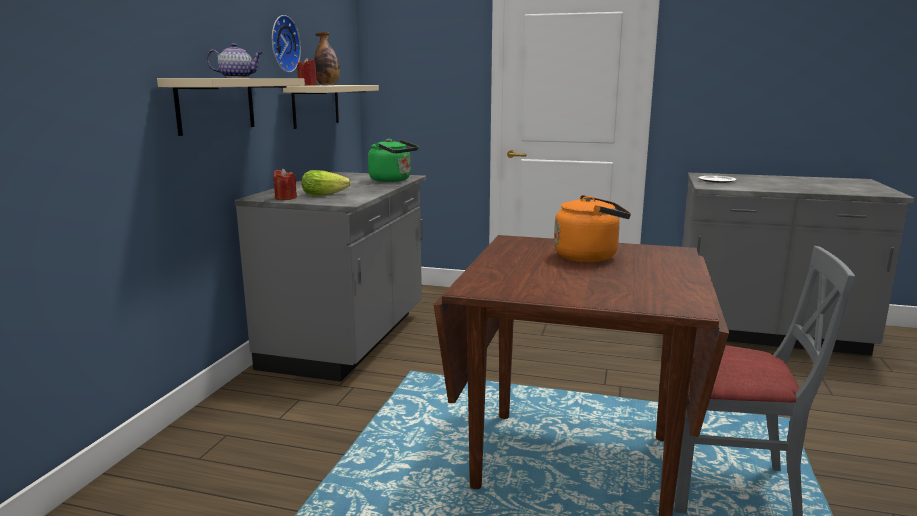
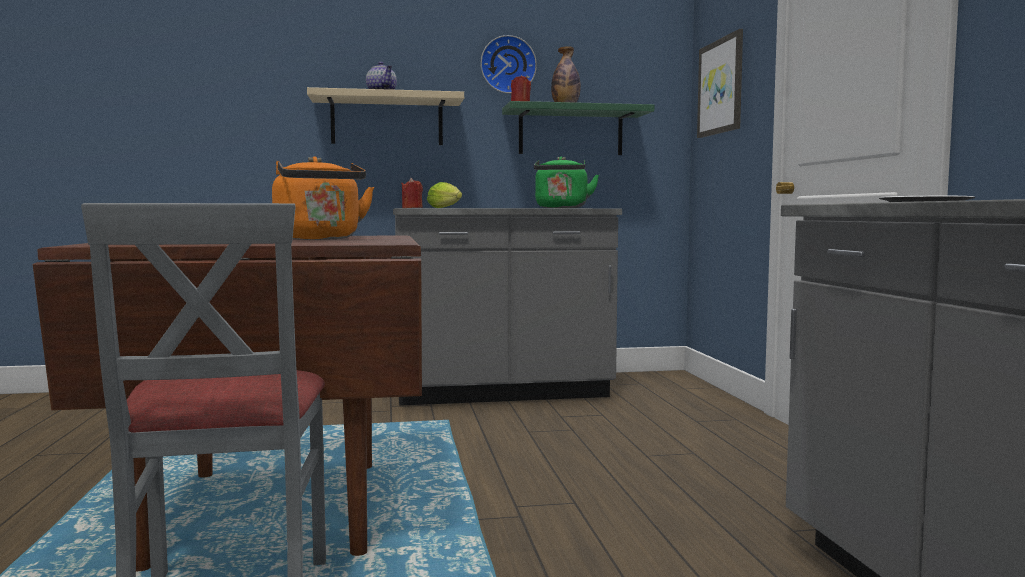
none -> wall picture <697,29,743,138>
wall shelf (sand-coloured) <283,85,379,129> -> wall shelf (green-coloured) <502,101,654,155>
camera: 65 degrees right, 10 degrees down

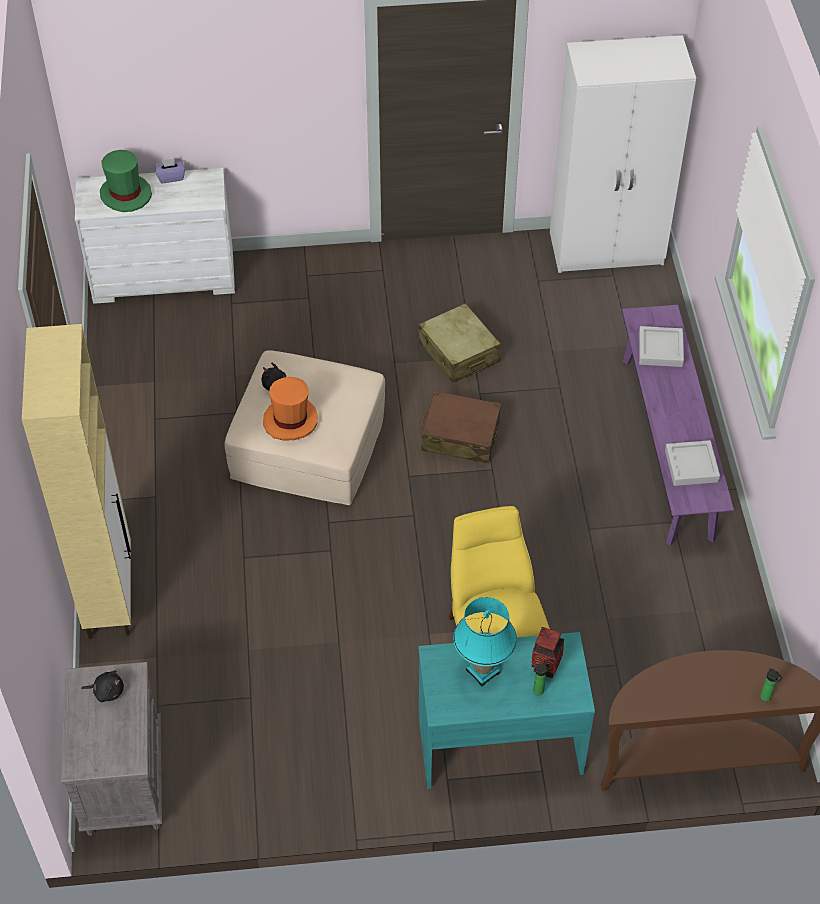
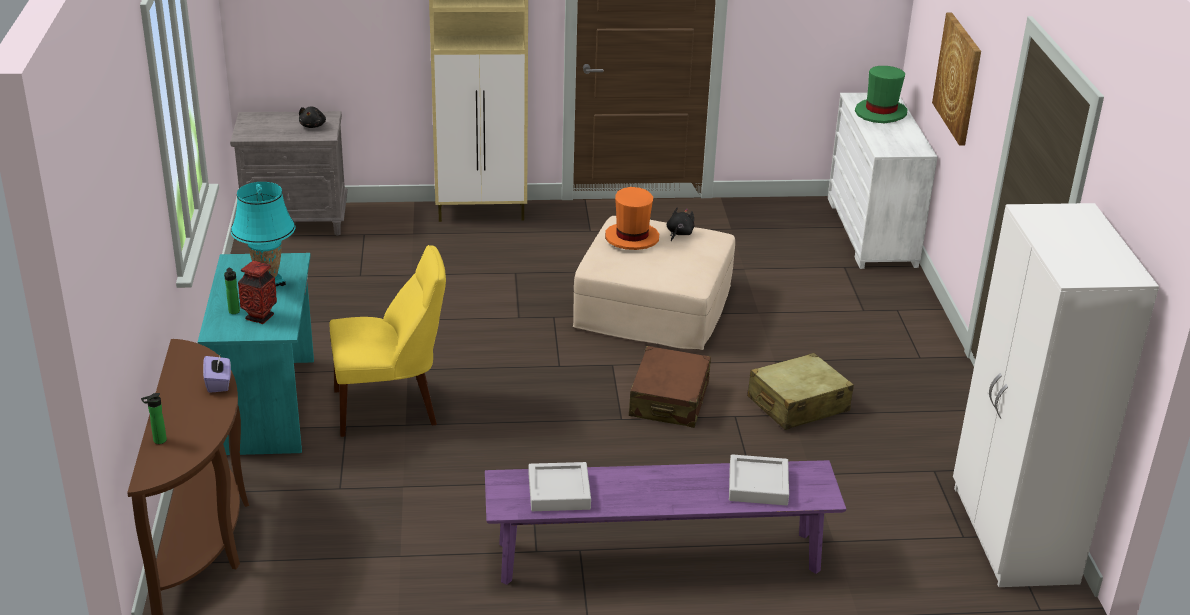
none -> wall picture <932,12,981,146>
tissue box (purple-coloured) <155,158,185,183> -> tissue box (purple-coloured) <203,353,231,393>, moved
camera: 90 degrees right, 20 degrees down

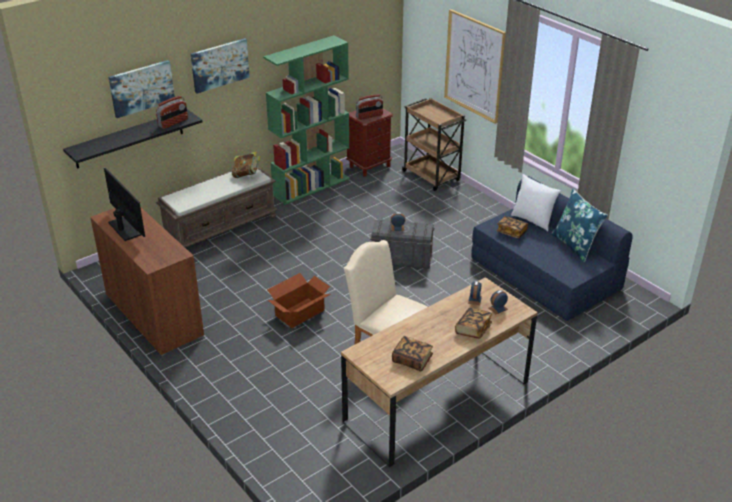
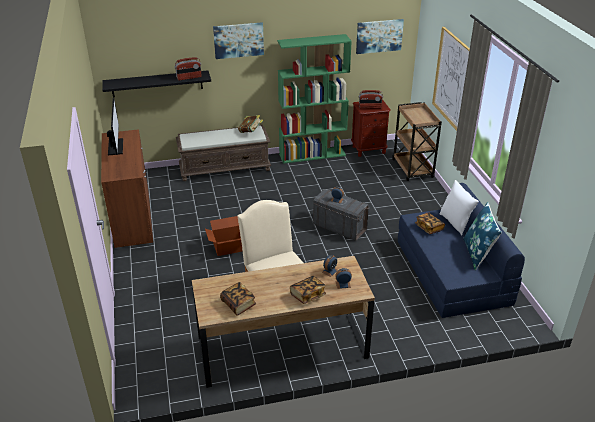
wall picture <109,60,175,118> -> wall picture <356,19,404,54>, moved
camera: 25 degrees right, 0 degrees up

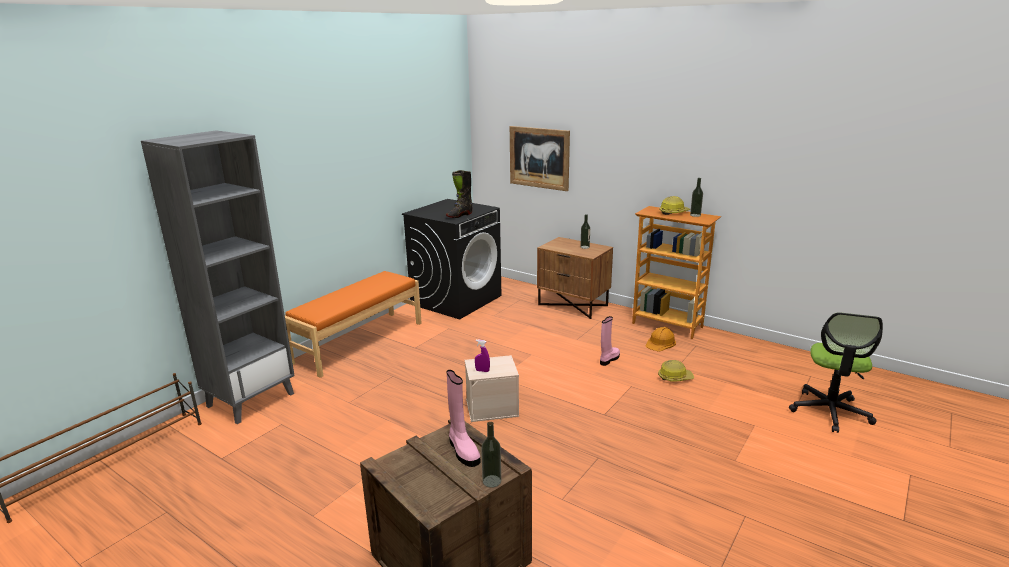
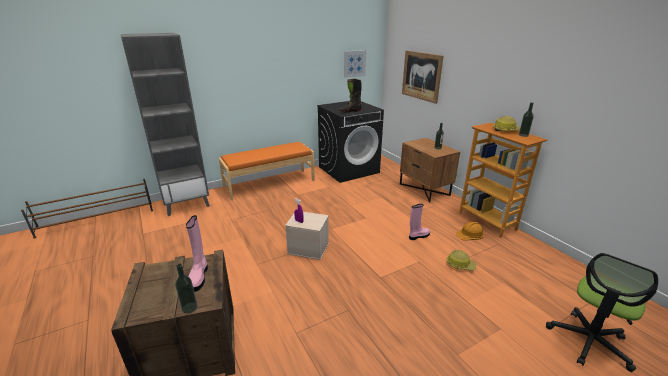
none -> wall picture <344,50,366,78>
camera: 25 degrees right, 5 degrees up

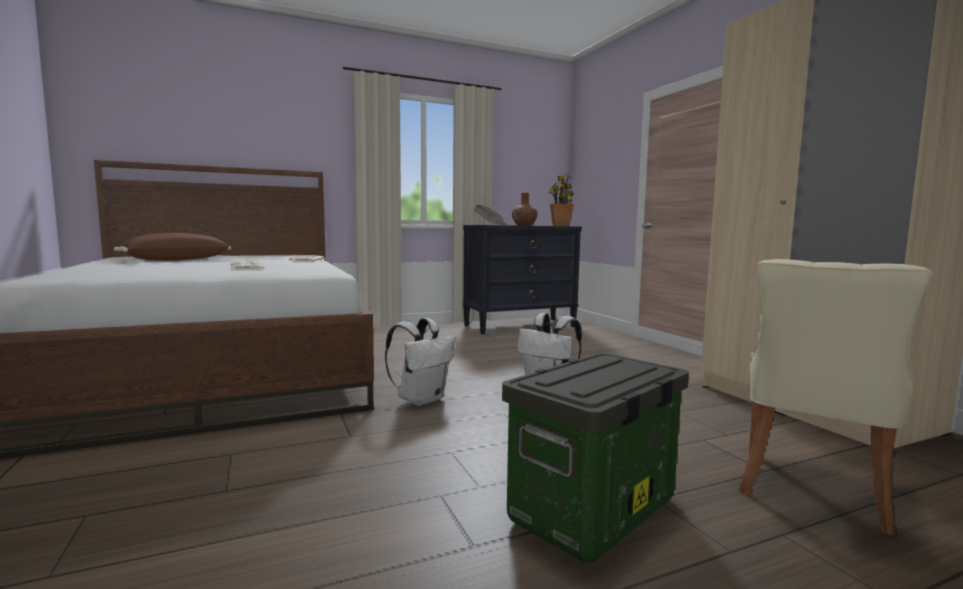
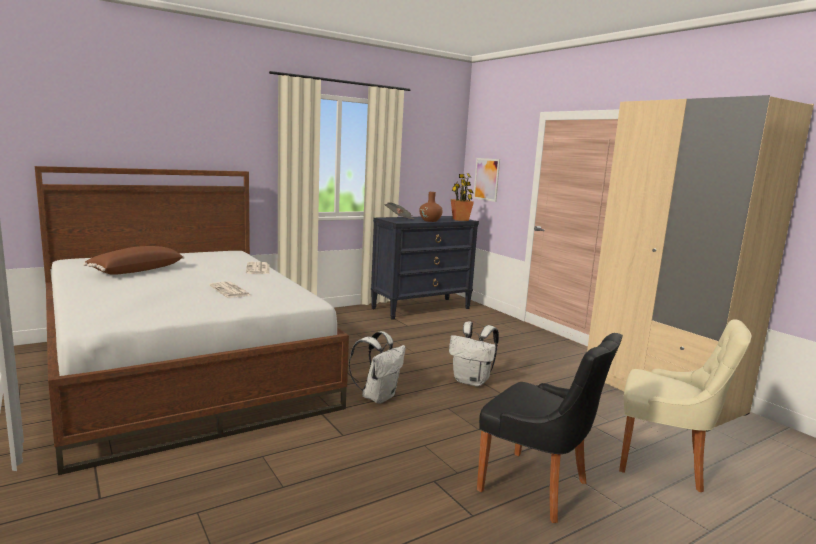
none -> wall picture <473,158,500,202>
storage box <502,353,689,563> -> upright chair (blackish) <477,333,623,523>
upright chair (sand-coloured) <739,259,931,535> -> upright chair (sand-coloured) <619,319,752,492>, 90 degrees counterclockwise
camera: 10 degrees left, 5 degrees up

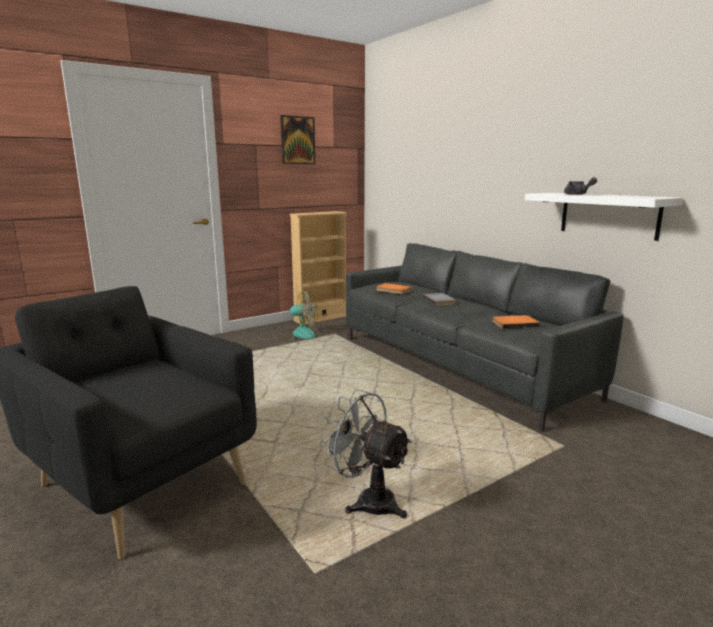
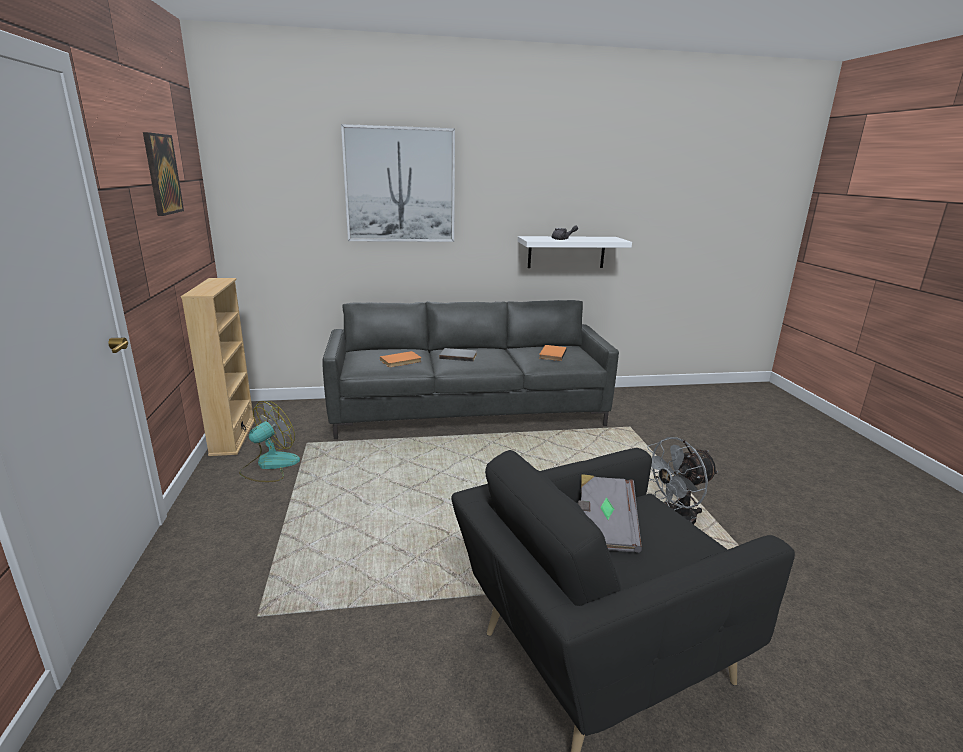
none -> wall picture <341,124,455,242>
none -> volume (greyish) <578,474,642,553>
camera: 65 degrees left, 5 degrees up

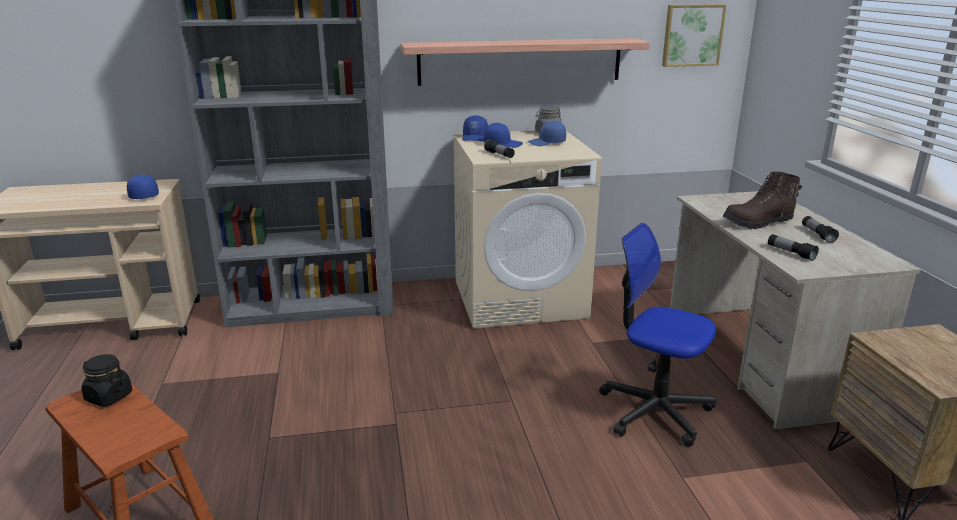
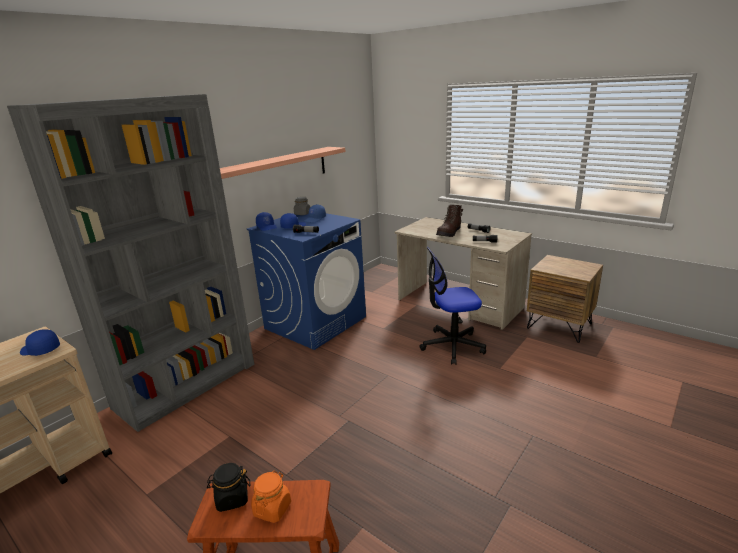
wall picture <662,4,726,67> -> none
none -> jar (orange-coloured) <251,471,291,523>
laundry appliance (sand-coloured) <453,130,602,329> -> laundry appliance (blue) <247,213,366,350>
camera: 40 degrees left, 0 degrees up

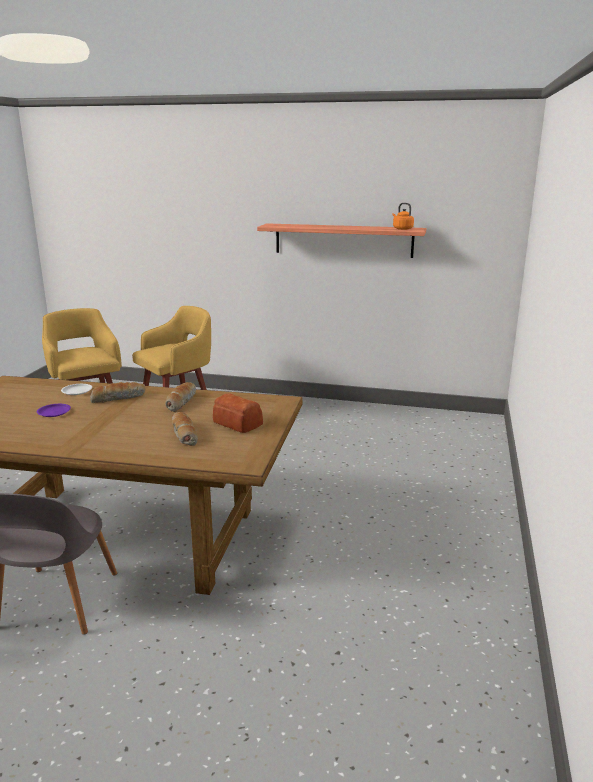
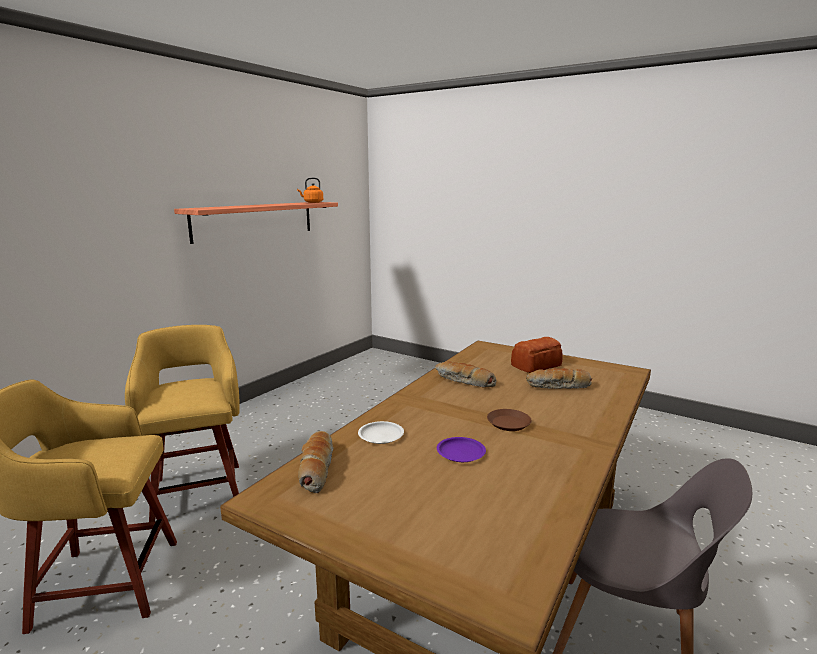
none -> plate (brownish) <487,409,532,431>
bakery bread <90,382,145,403> -> bakery bread <298,431,334,493>, moved
camera: 70 degrees left, 5 degrees down

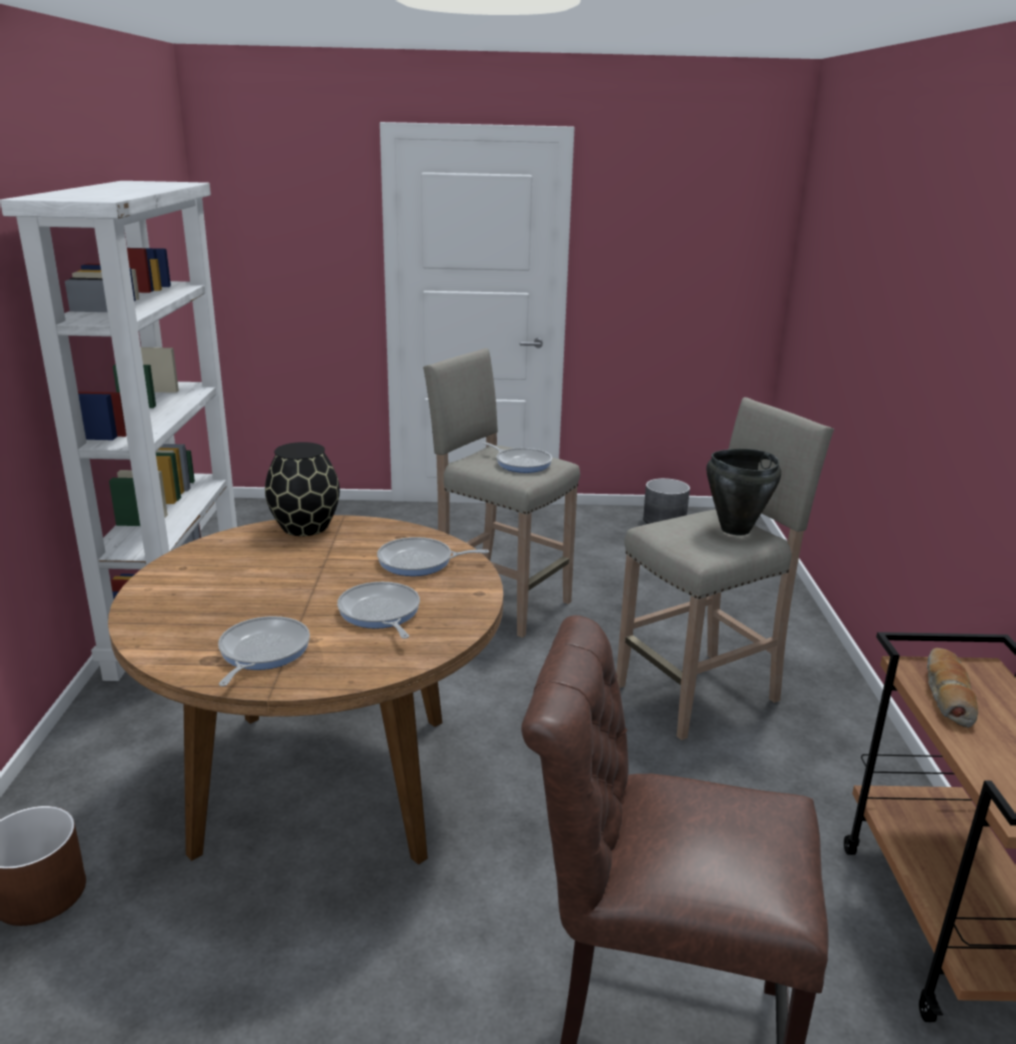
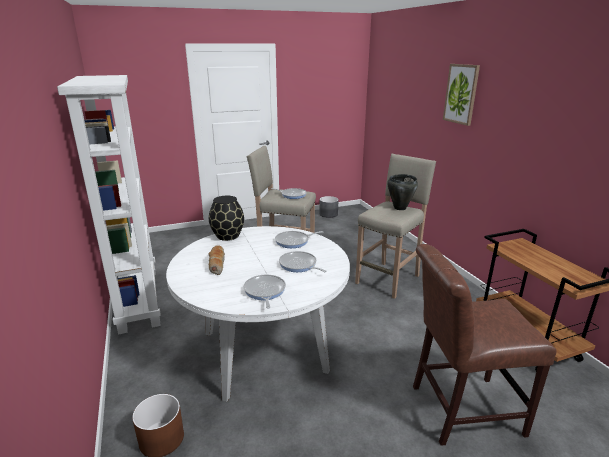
none -> wall picture <443,64,480,126>
bakery bread <927,648,978,728> -> bakery bread <209,245,225,275>, moved
kitchen table (brownish) <108,515,503,865> -> kitchen table (white) <166,226,350,402>
camera: 20 degrees left, 0 degrees up

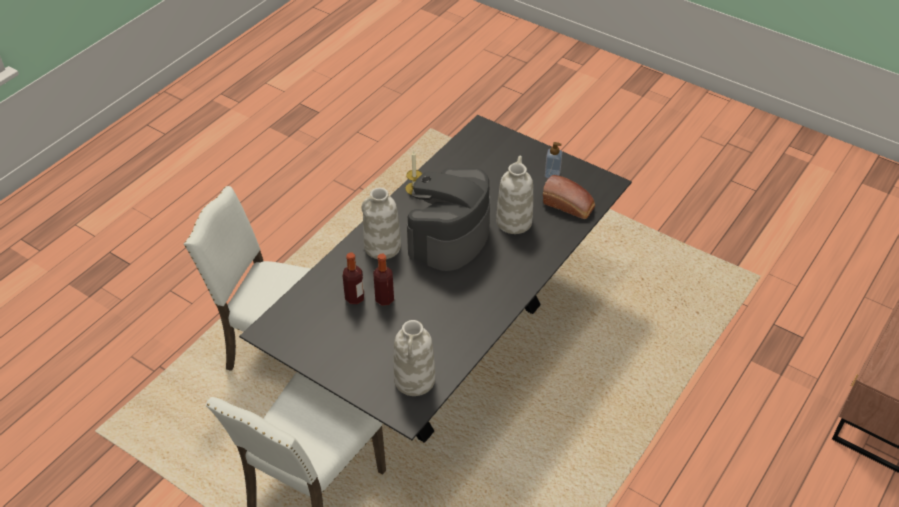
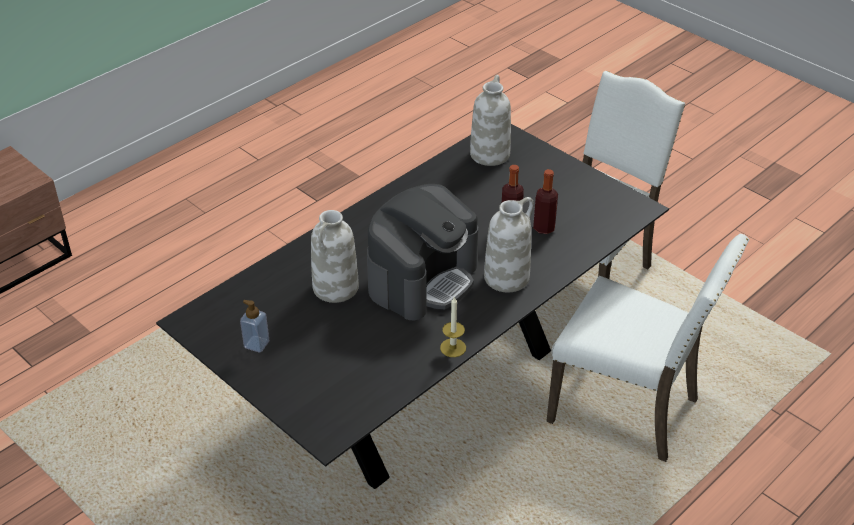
bakery bread <543,175,595,219> -> none
camera: 170 degrees left, 5 degrees down

